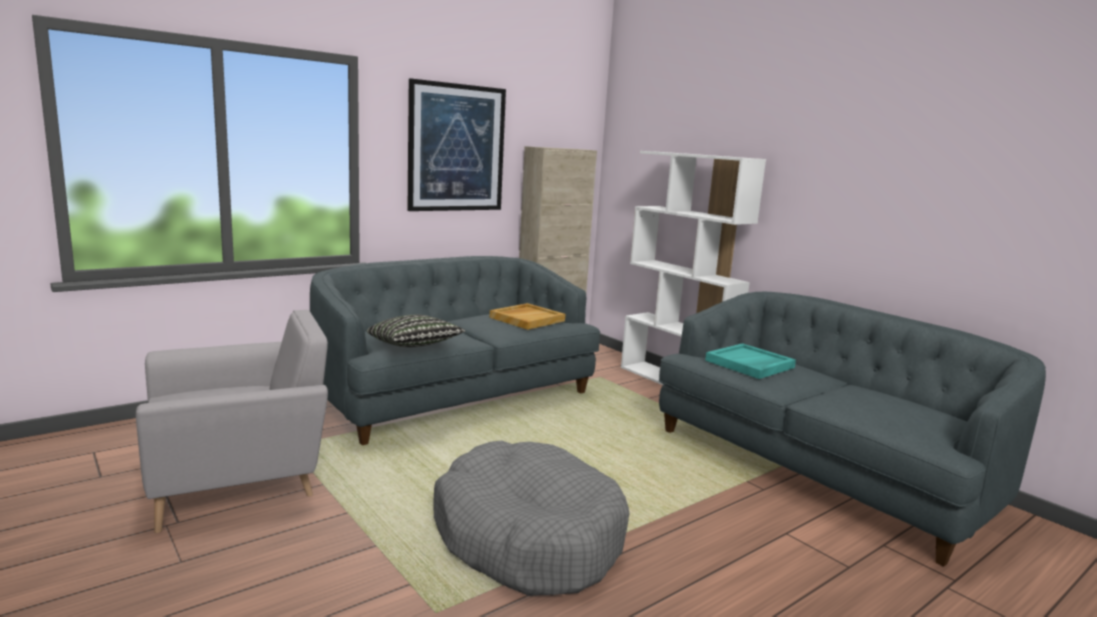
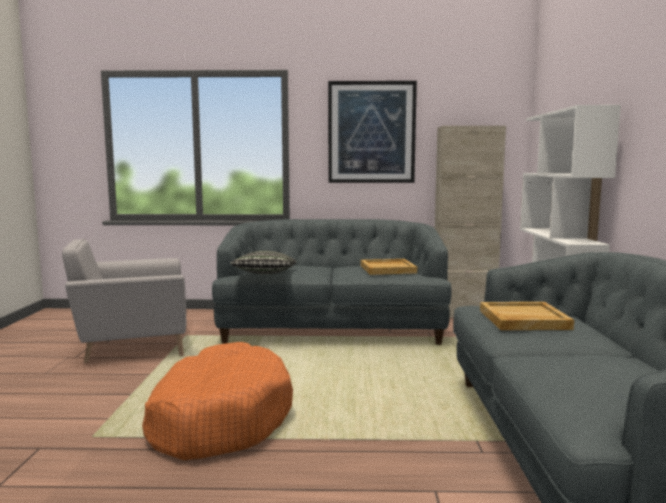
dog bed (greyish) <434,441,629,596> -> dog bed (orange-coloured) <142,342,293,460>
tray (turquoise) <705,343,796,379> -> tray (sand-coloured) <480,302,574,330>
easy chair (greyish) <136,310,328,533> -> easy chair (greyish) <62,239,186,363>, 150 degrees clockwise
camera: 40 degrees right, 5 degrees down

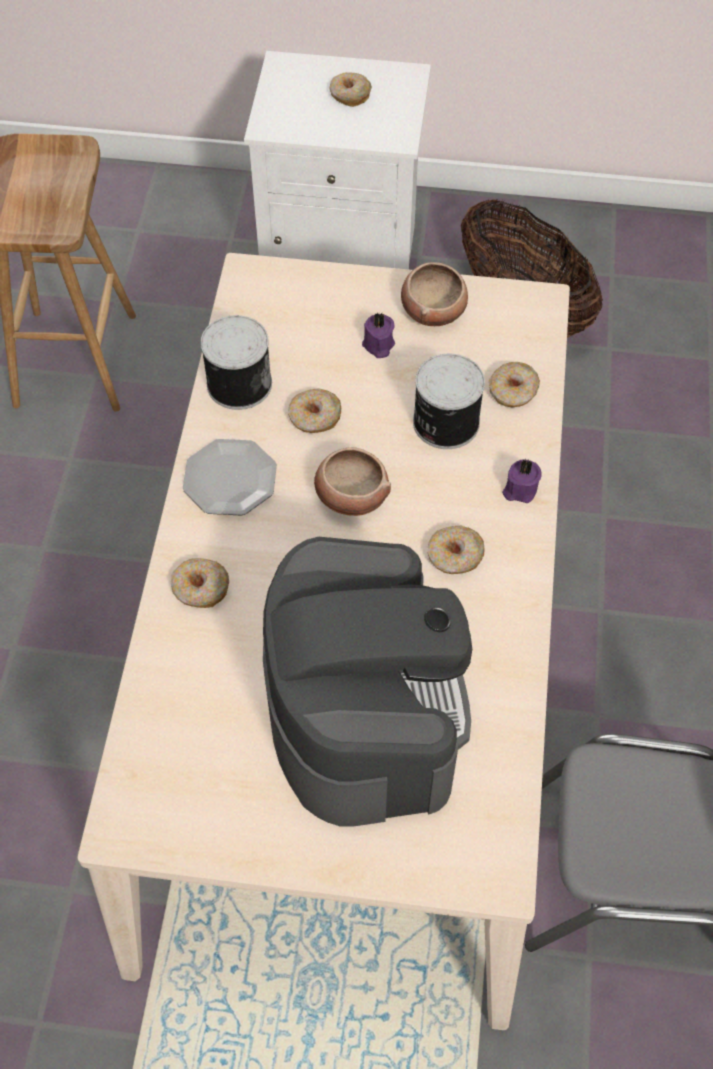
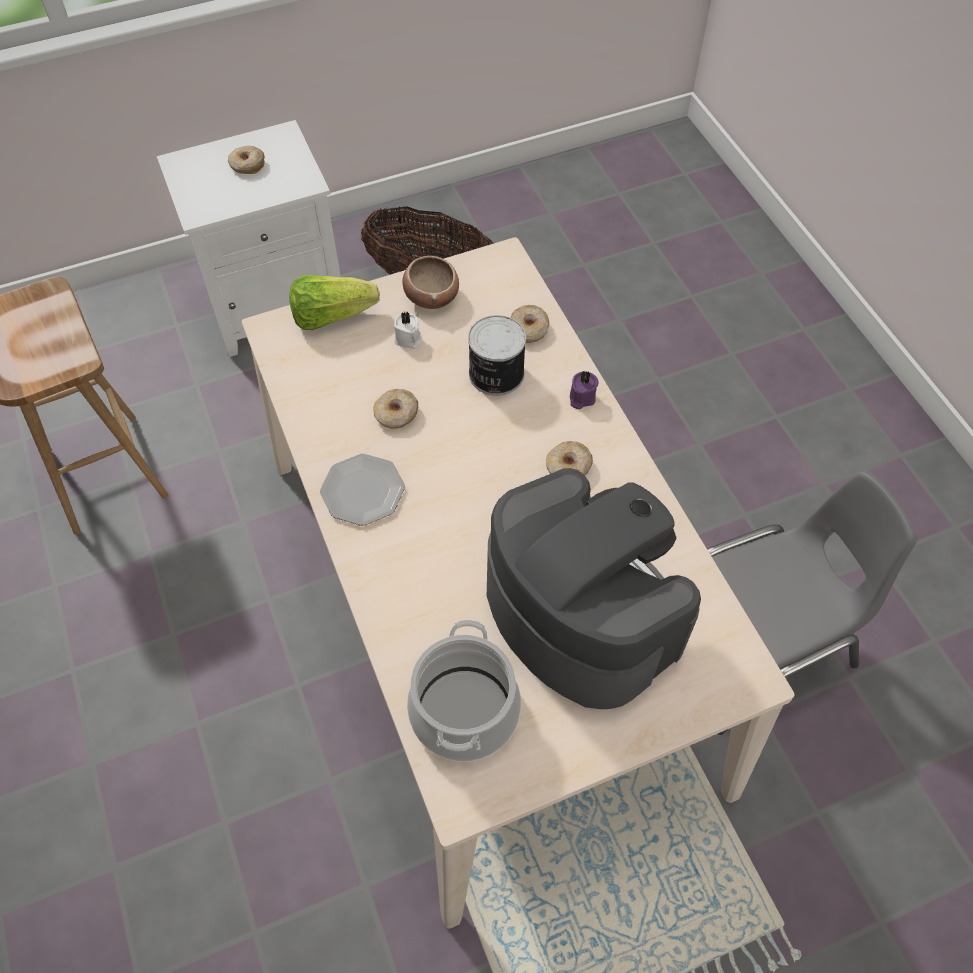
donut <171,558,229,608> -> none
can <200,315,272,410> -> none
serving bowl <314,447,391,516> -> none
none -> head of lettuce <289,275,380,330>
none -> stockpot <407,620,521,761>
wax light (purple-coloured) <362,312,395,358> -> wax light (white) <394,312,421,349>
camera: 30 degrees left, 0 degrees up

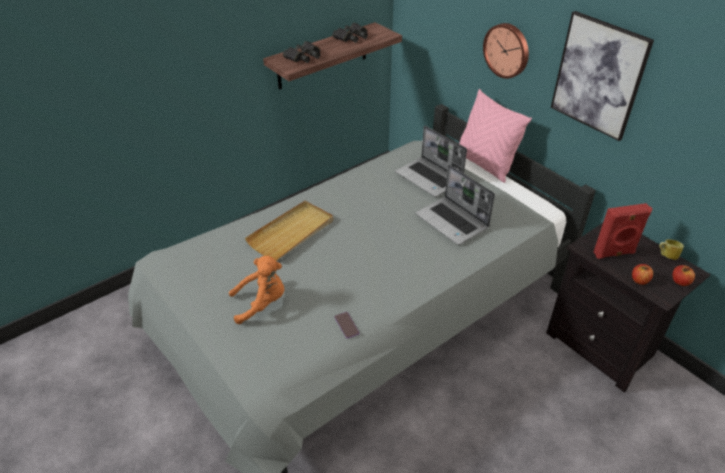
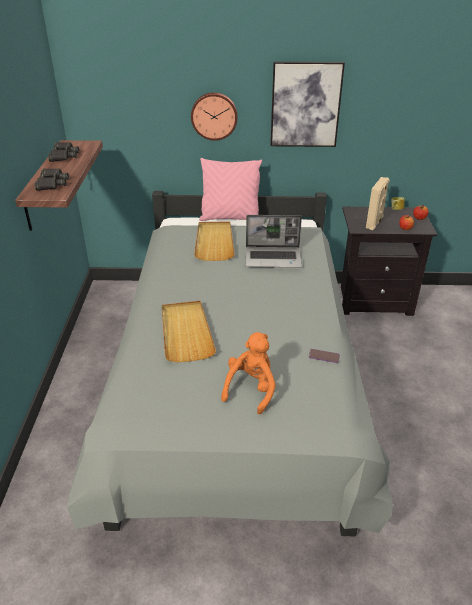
laptop <395,126,467,197> -> tray (sand-coloured) <194,222,235,261>
loudspeaker (red-coloured) <594,203,652,259> -> loudspeaker (sand-coloured) <366,177,390,230>
camera: 50 degrees left, 5 degrees down

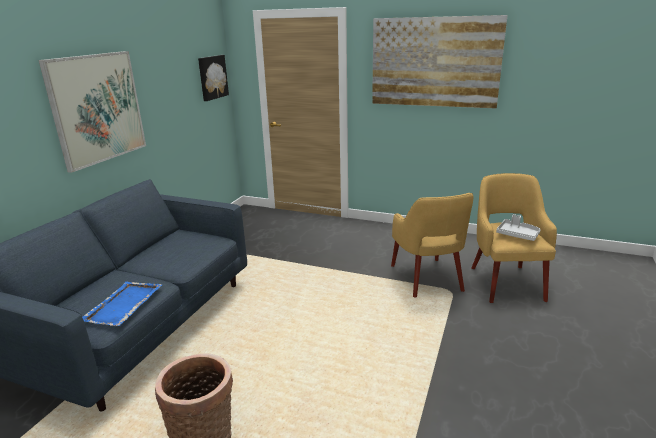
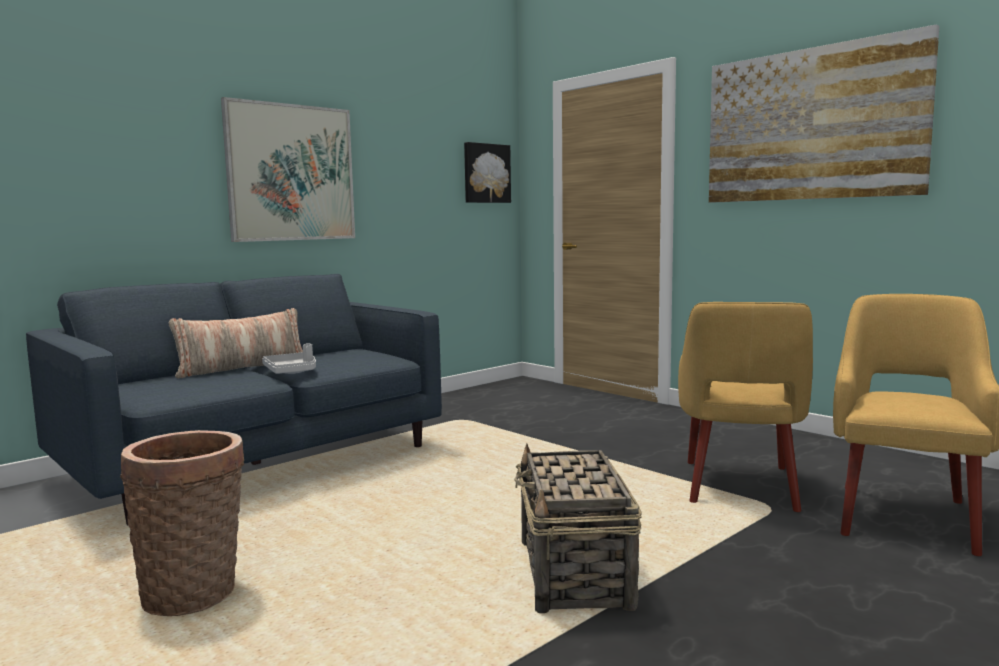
tray (blue) <82,282,163,326> -> none
none -> pillow <169,308,303,379>
none -> basket <514,444,642,613>
tray (greyish) <496,214,540,241> -> tray (greyish) <262,343,316,374>, moved
camera: 25 degrees right, 15 degrees down

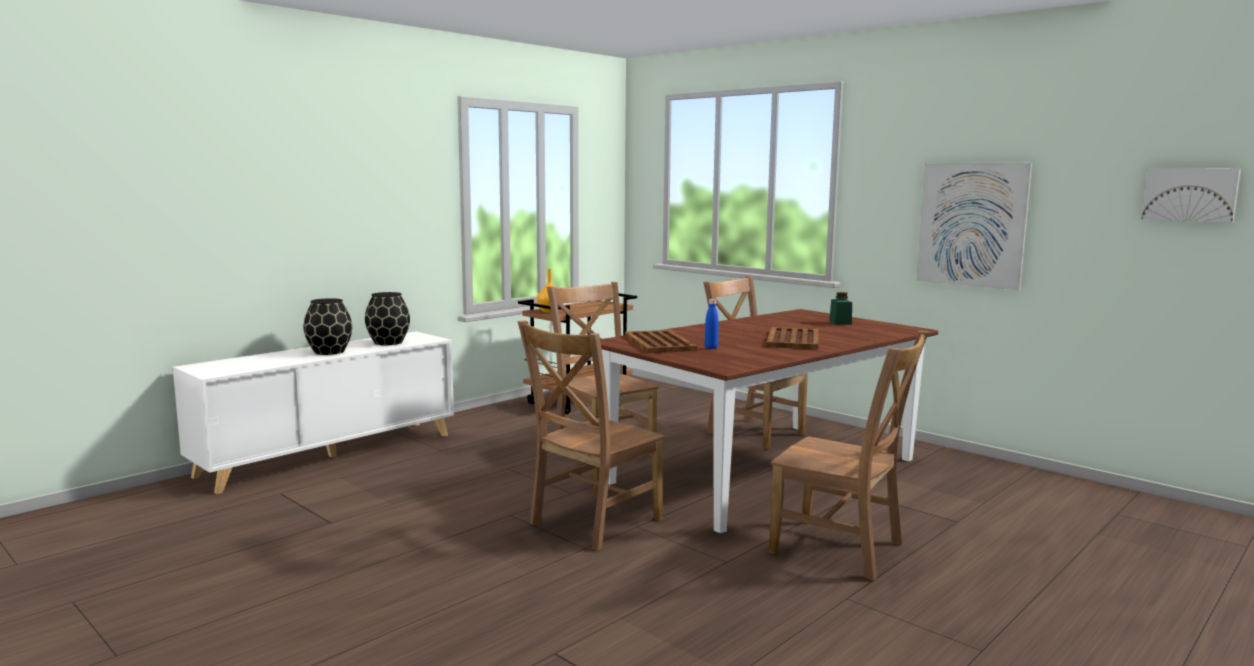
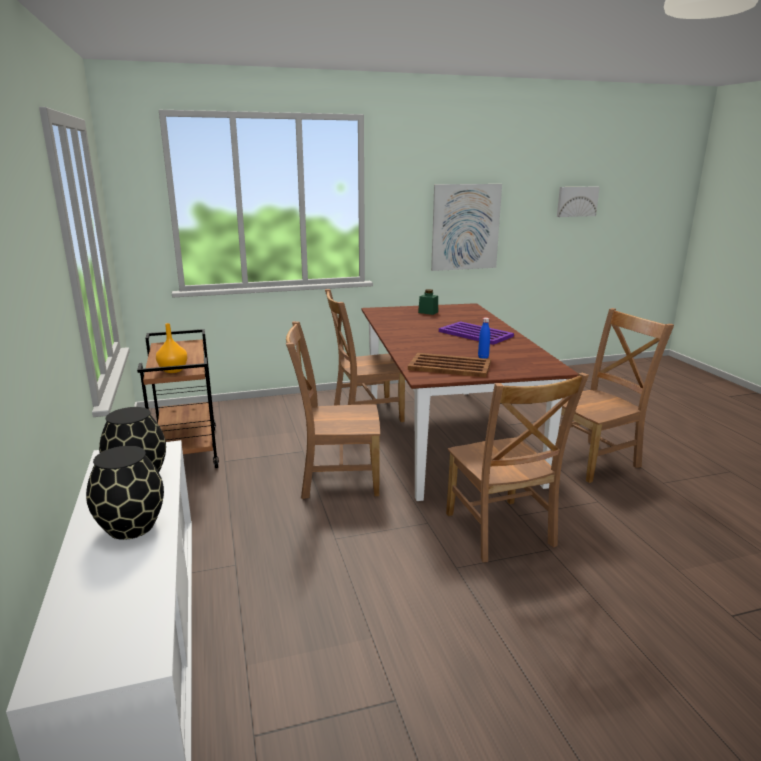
tray (brownish) <767,327,818,350> -> tray (purple-coloured) <439,321,514,345>
camera: 60 degrees left, 10 degrees up

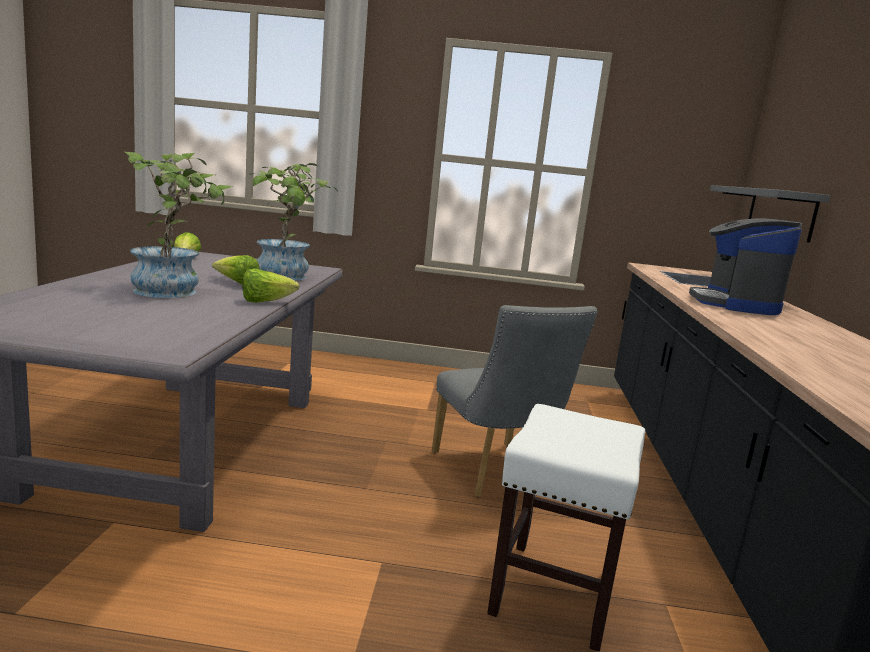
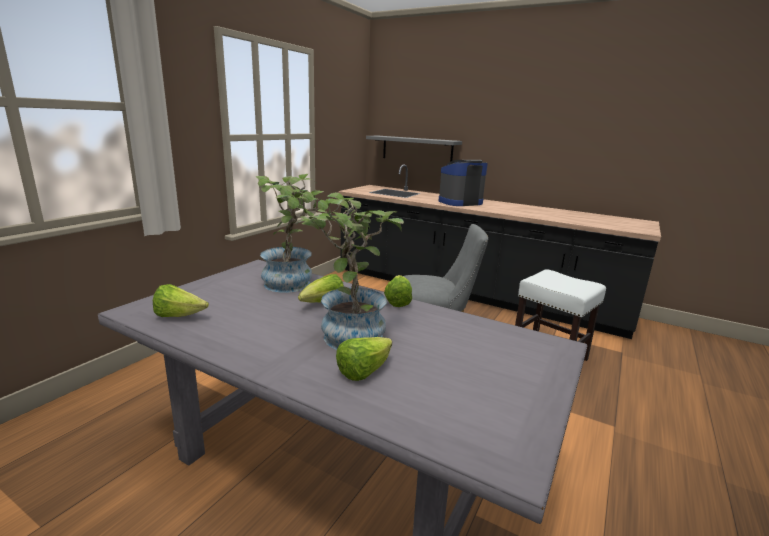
none -> head of lettuce <336,337,392,381>
coffee maker <689,218,802,315> -> coffee maker <439,160,488,206>, 120 degrees clockwise
camera: 65 degrees left, 5 degrees up

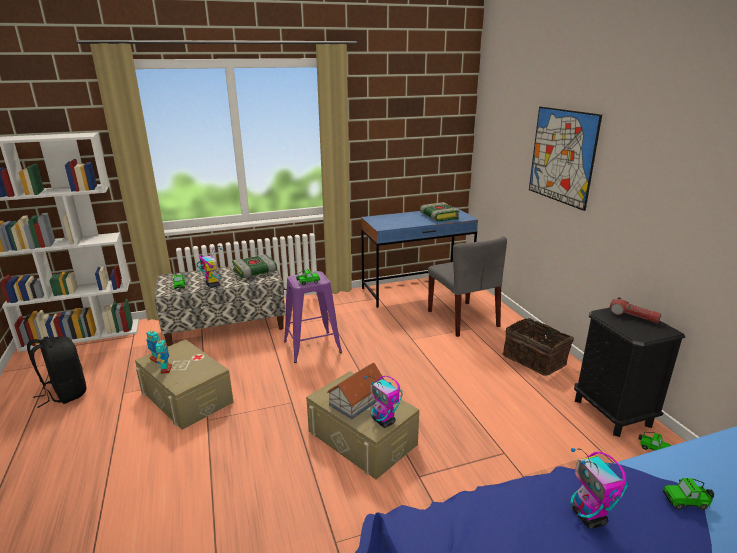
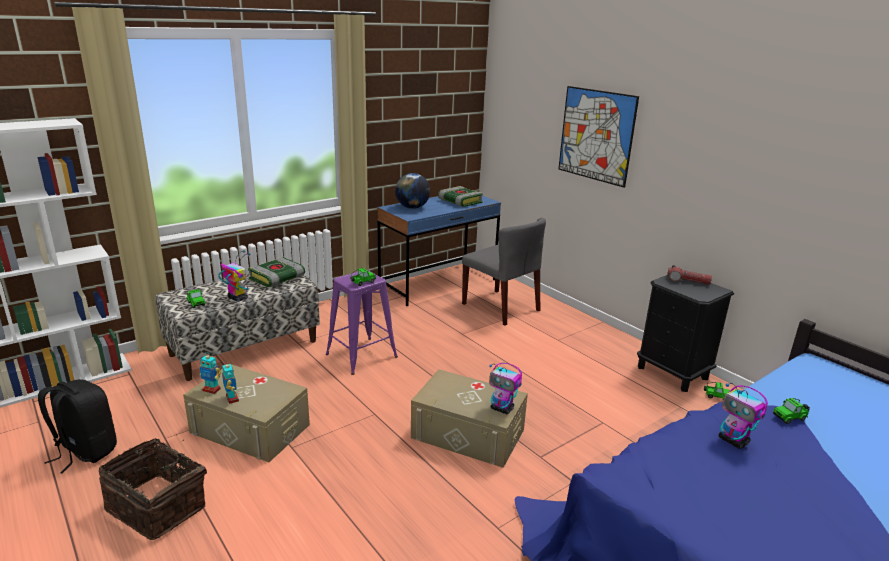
toy house <327,363,385,419> -> none
none -> desk globe <395,173,430,209>
basket <503,318,574,376> -> basket <99,434,207,540>, moved
camera: 20 degrees left, 0 degrees up

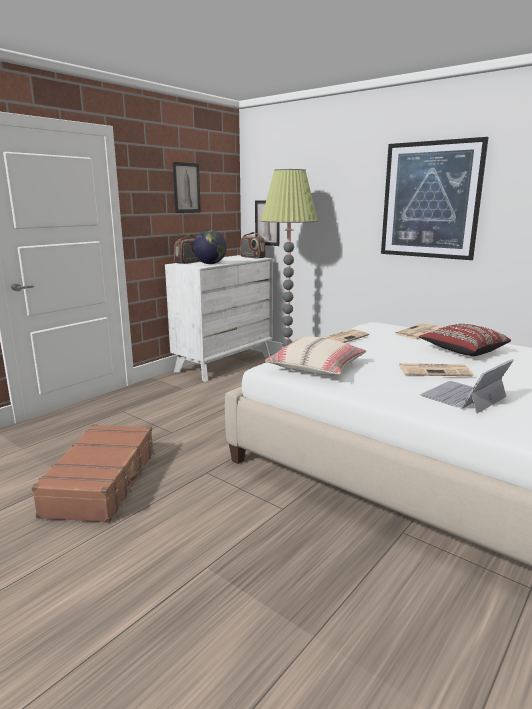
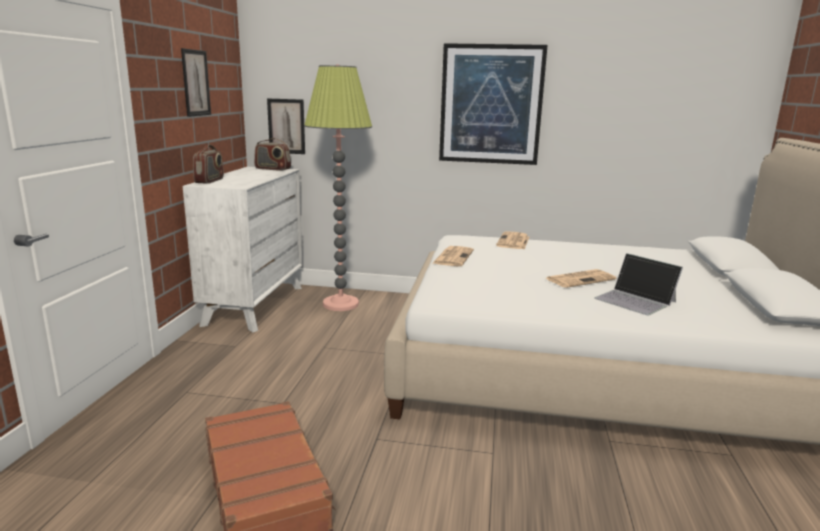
desk globe <193,230,227,264> -> none
pillow (sand-coloured) <265,336,366,376> -> none
pillow (red-coloured) <419,324,511,356> -> none
laptop <420,359,514,414> -> laptop <594,253,683,315>, 60 degrees counterclockwise
camera: 30 degrees left, 0 degrees up

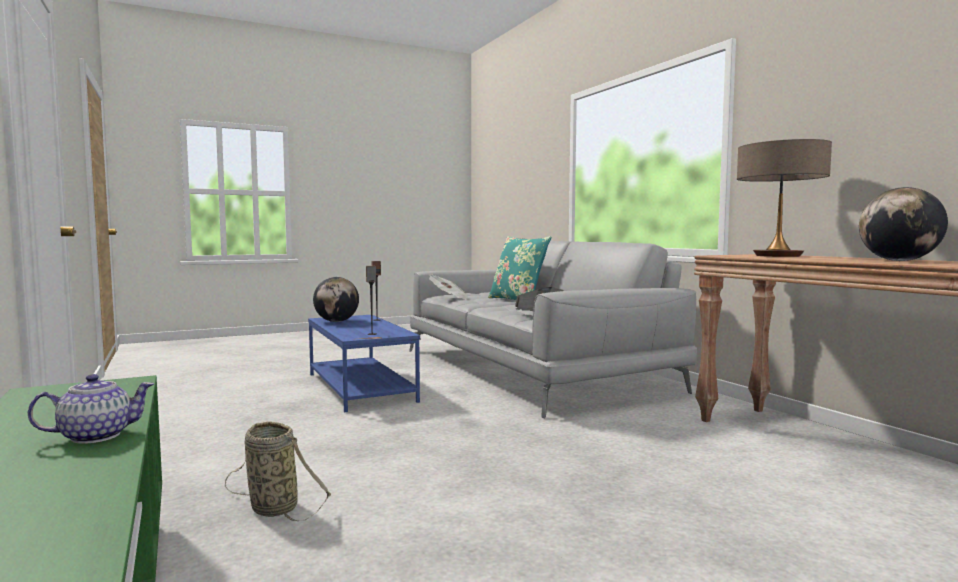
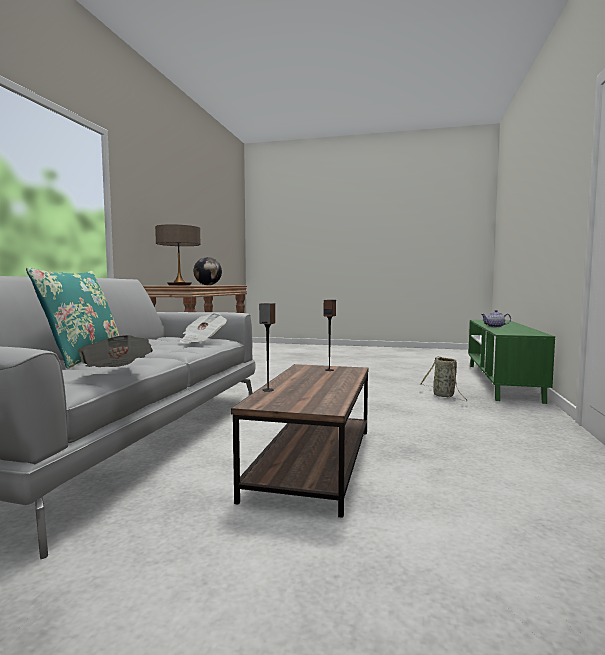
desk globe <313,277,359,322> -> none
low table (blue) <308,315,420,412> -> low table (brownish) <231,364,369,518>
camera: 140 degrees left, 0 degrees up

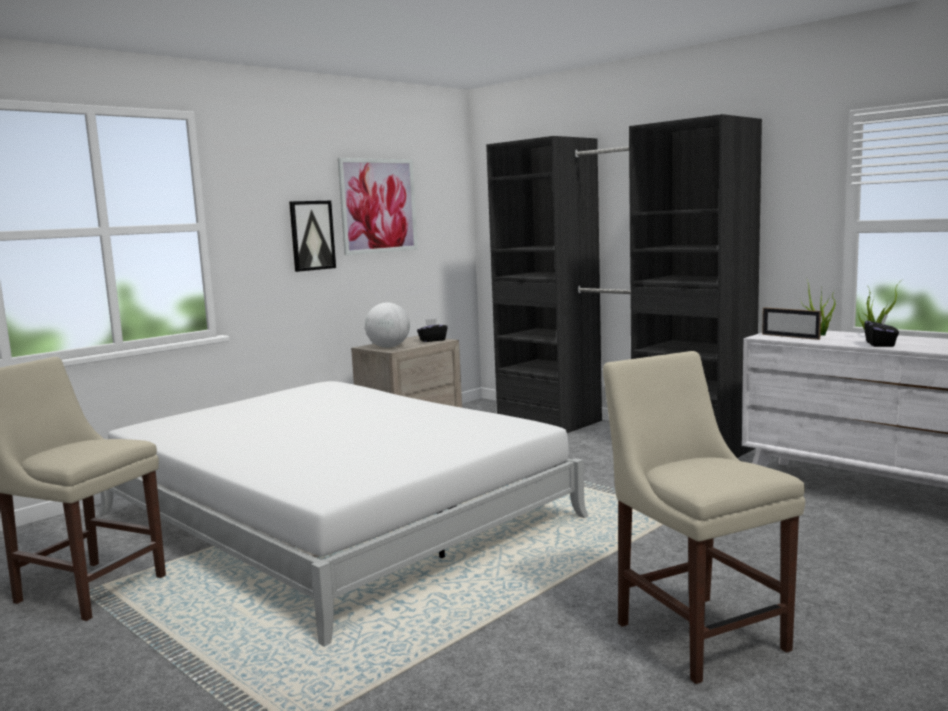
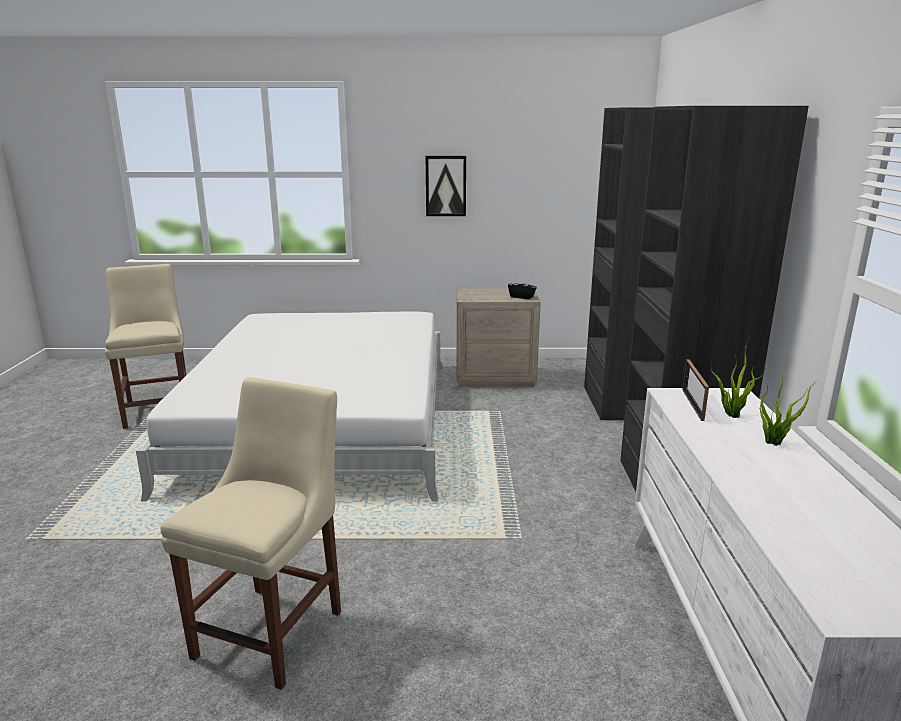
wall picture <338,158,417,255> -> none
desk globe <365,303,410,348> -> none
tissue box (blackish) <864,314,899,347> -> none
camera: 45 degrees right, 10 degrees up

